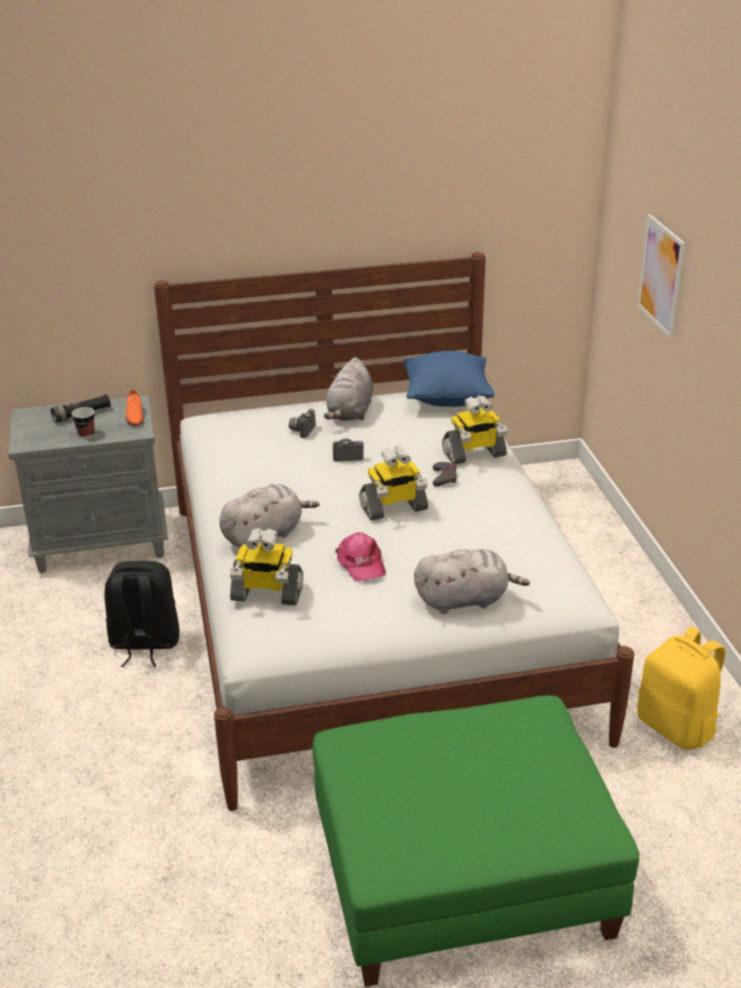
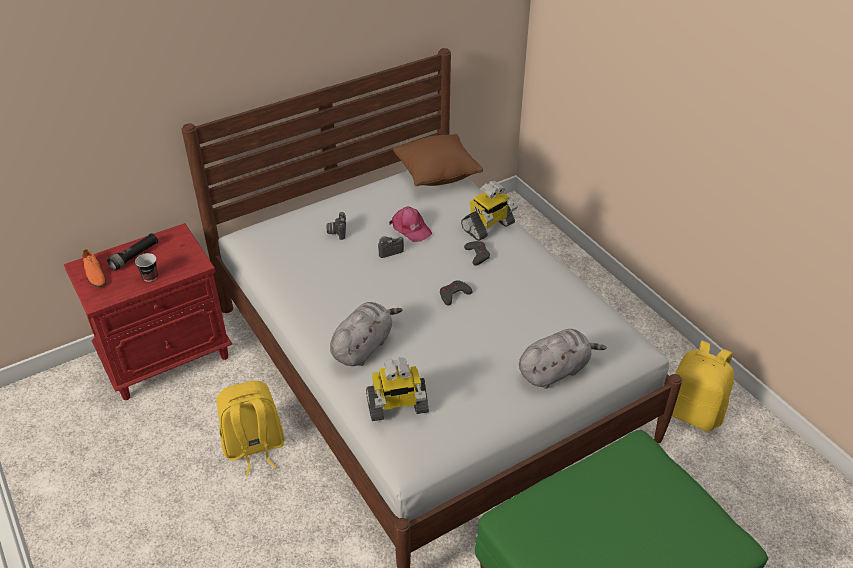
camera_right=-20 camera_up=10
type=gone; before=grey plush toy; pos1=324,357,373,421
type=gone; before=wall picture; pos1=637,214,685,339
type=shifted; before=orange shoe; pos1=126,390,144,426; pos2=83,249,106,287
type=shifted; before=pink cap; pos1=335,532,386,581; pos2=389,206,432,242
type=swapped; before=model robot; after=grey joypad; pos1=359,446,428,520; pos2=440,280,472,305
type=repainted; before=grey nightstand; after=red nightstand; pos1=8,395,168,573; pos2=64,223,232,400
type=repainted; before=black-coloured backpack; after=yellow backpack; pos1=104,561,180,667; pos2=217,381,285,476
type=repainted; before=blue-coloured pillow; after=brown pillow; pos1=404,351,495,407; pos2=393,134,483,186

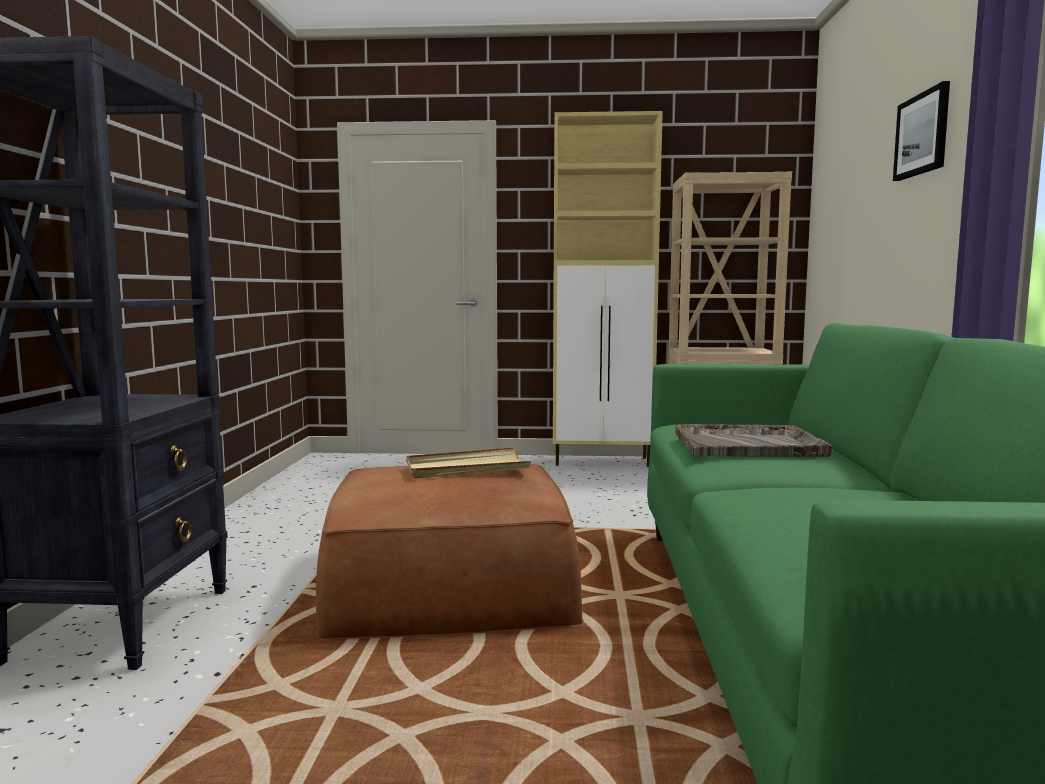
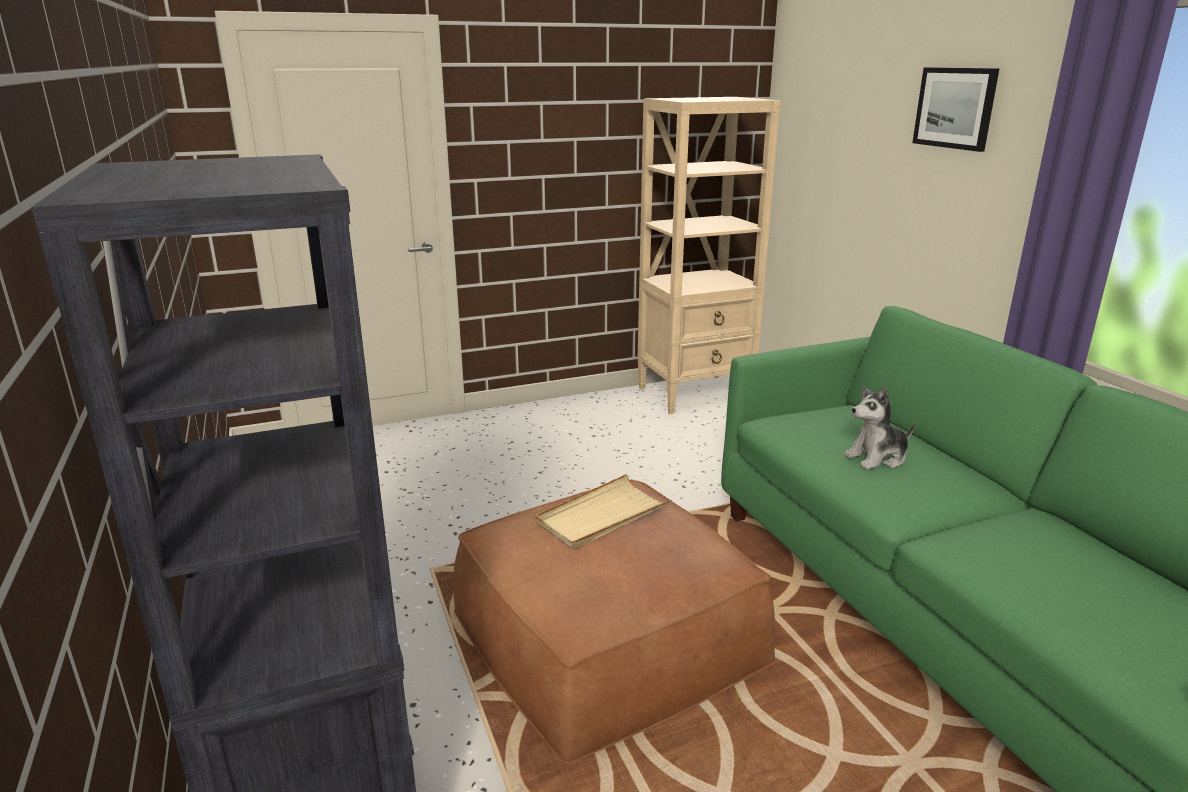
camera_right=-25 camera_up=15
type=gone; before=sand-coloured cabinet; pos1=553,111,663,467
type=swapped; before=grey serving tray; after=plush toy; pos1=675,424,832,457; pos2=844,386,915,470

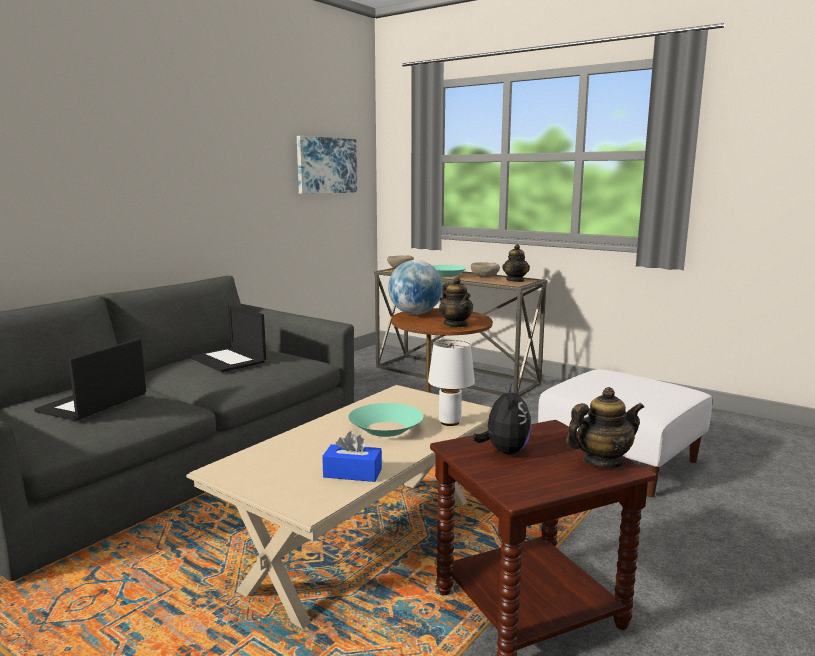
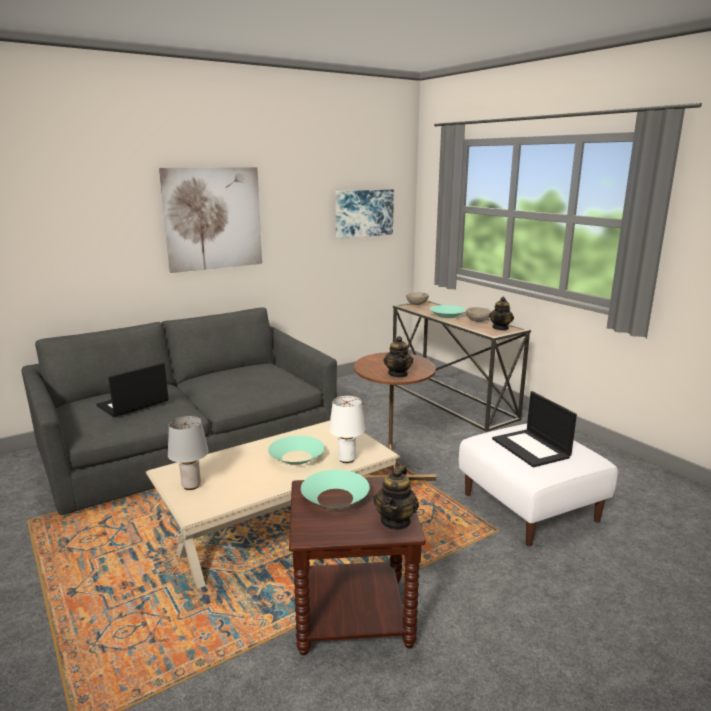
camera_right=20 camera_up=5
type=gone; before=blue-coloured box of tissues; pos1=322,431,382,482
type=gone; before=world globe; pos1=388,260,442,315
type=new; after=wall picture; pos2=159,167,262,273
type=new; after=grey table lamp; pos2=168,416,209,490
type=shifted; before=notebook computer; pos1=189,305,266,372; pos2=492,391,577,467
type=swapped; before=plush toy; after=blue-green bowl; pos1=472,384,532,454; pos2=301,470,370,508
type=rotated; before=pot for tea; pos1=566,387,644,468; pos2=374,465,419,530; turn=105

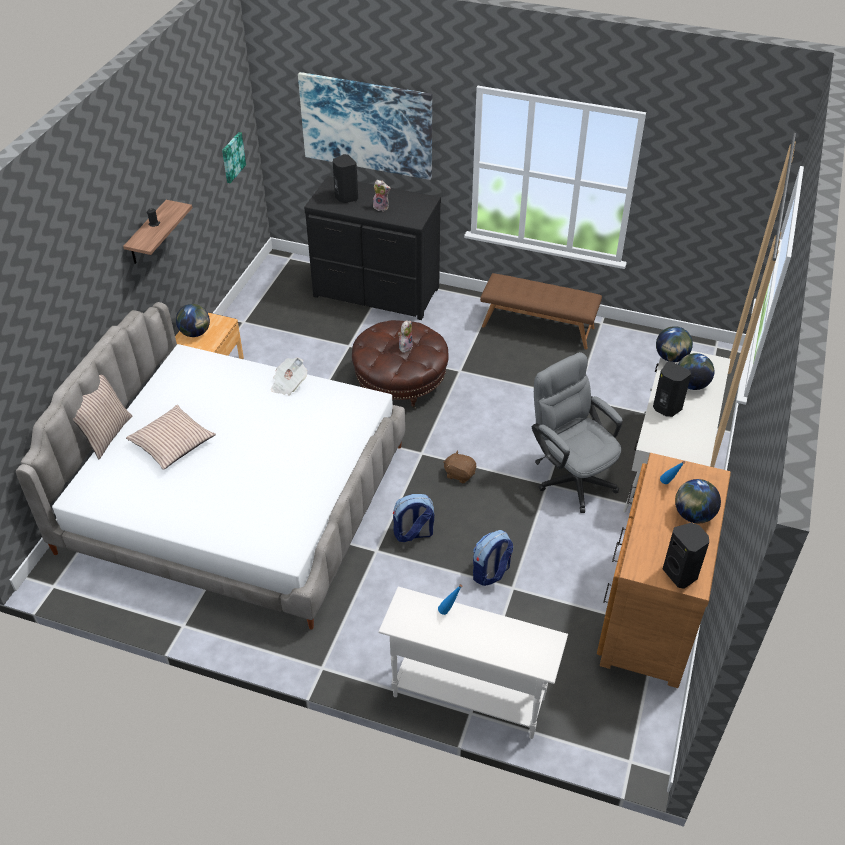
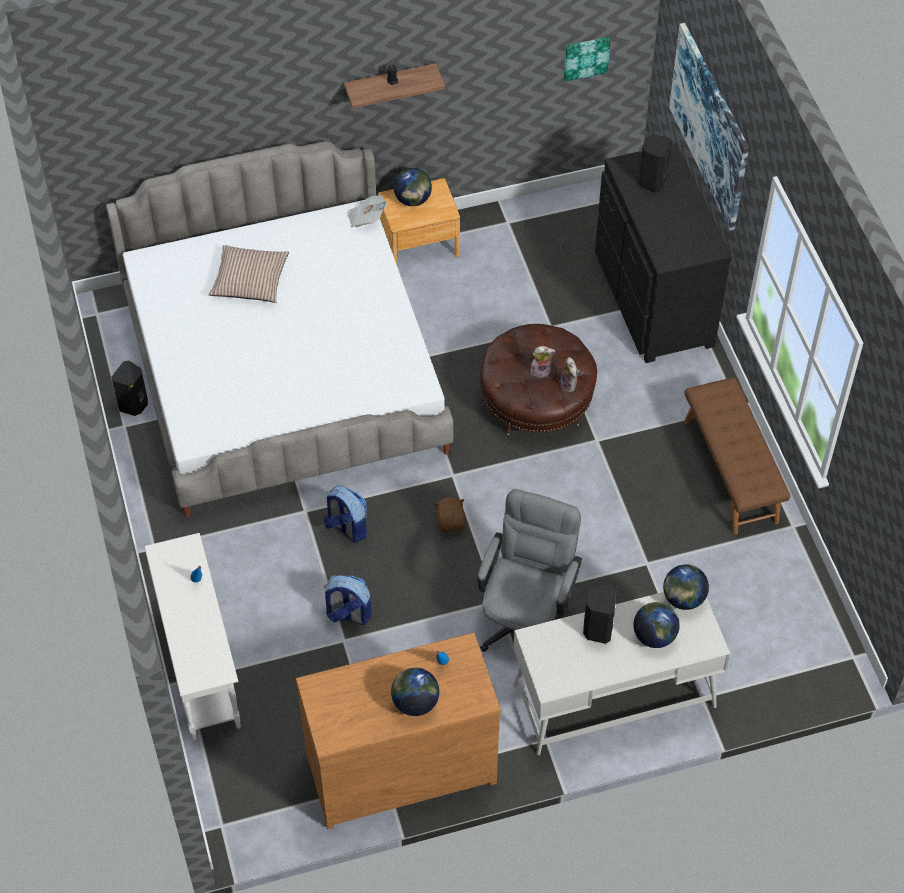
camera_right=55 camera_up=10
type=gone; before=pillow; pos1=73,375,132,459
type=shifted; before=newspaper; pos1=271,358,307,396; pos2=347,195,387,228
type=shifted; before=plush toy; pos1=373,180,391,211; pos2=561,357,580,392
type=shifted; before=black-coloured loudspeaker; pos1=663,522,709,589; pos2=111,360,148,416

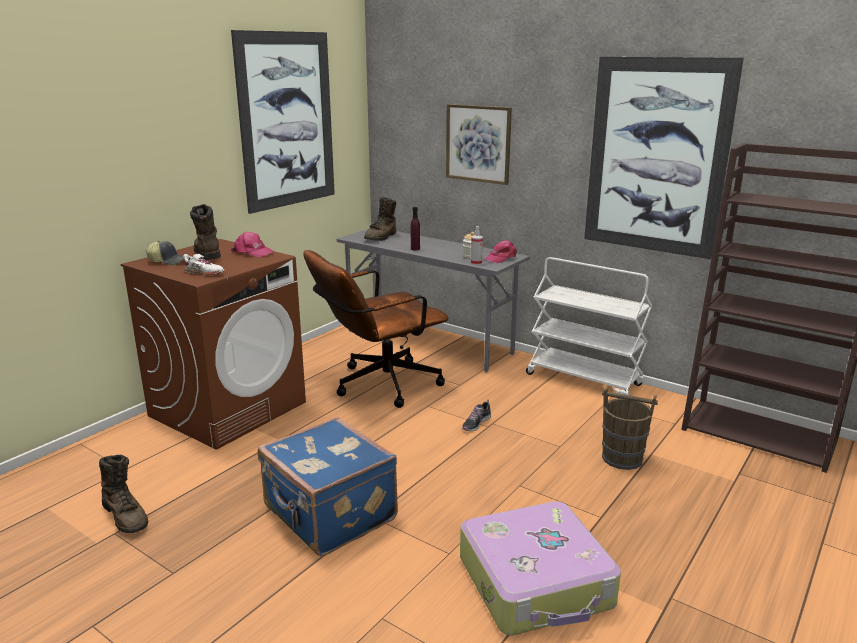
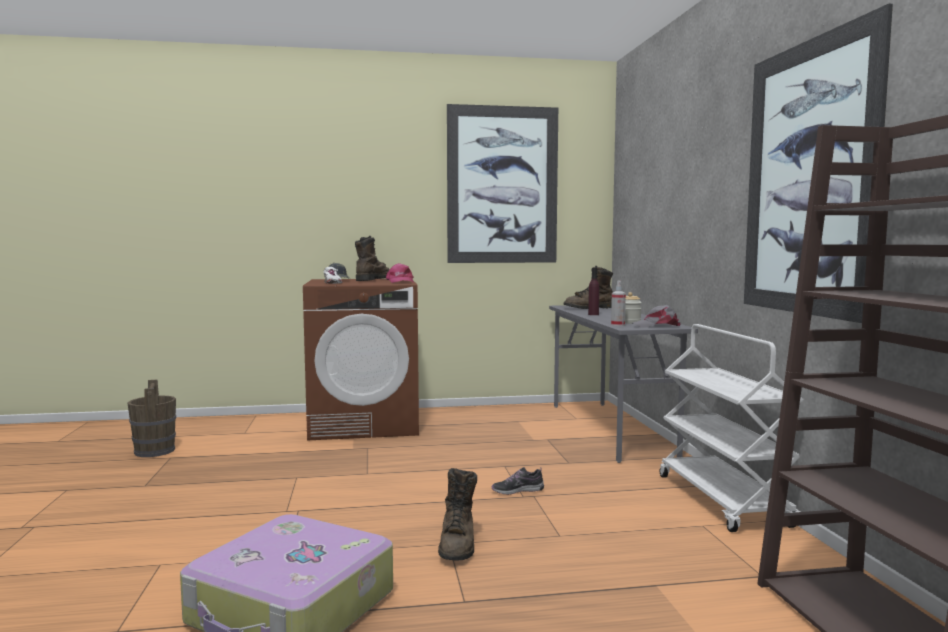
camera_right=45 camera_up=-15
type=gone; before=blue-coloured travel case; pos1=258,417,398,556
type=gone; before=brown desk chair; pos1=303,250,448,408
type=gone; before=wall picture; pos1=446,104,512,185
type=shifted; before=brown boot; pos1=99,455,148,533; pos2=438,468,477,561
type=shifted; before=brown pail; pos1=602,387,658,470; pos2=127,379,176,457
type=repainted; before=pink cap; after=grey cap; pos1=484,240,517,263; pos2=632,305,680,328

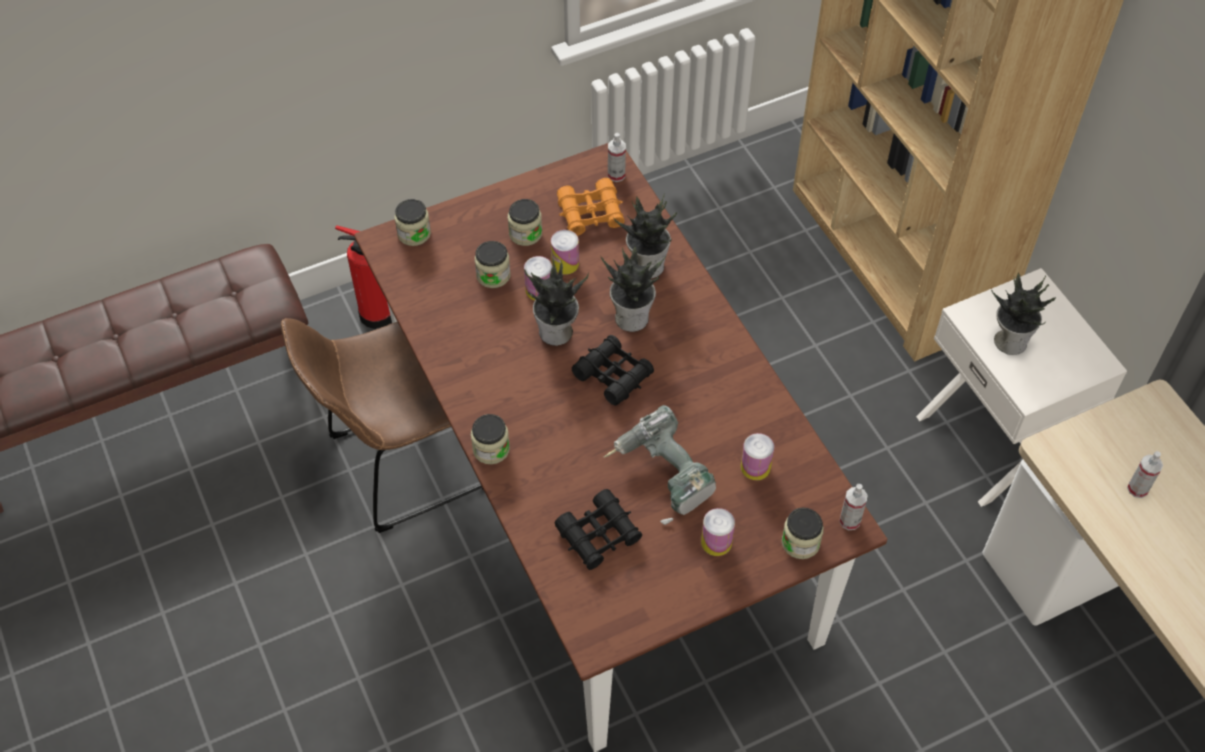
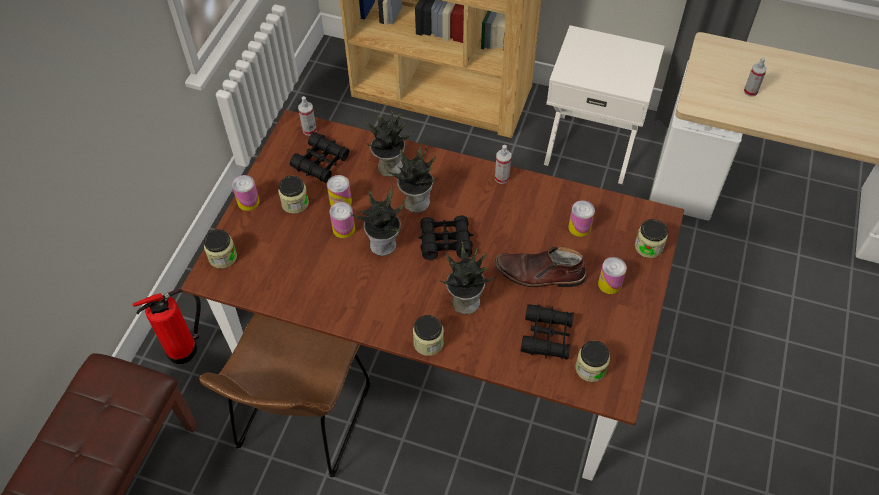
camera_right=-45 camera_up=0
type=new; after=sealed can; pos2=232,175,260,211
type=shifted; before=preserve jar; pos1=475,241,510,288; pos2=575,341,610,382
type=shifted; before=spray bottle; pos1=839,484,868,530; pos2=495,145,511,184
type=shifted; before=potted plant; pos1=991,273,1056,355; pos2=440,241,496,314
type=swapped; before=power drill; after=brown boot; pos1=604,405,716,525; pos2=494,246,586,287
type=repainted; before=orange pair of binoculars; after=black-coloured pair of binoculars; pos1=557,178,625,236; pos2=290,132,349,183

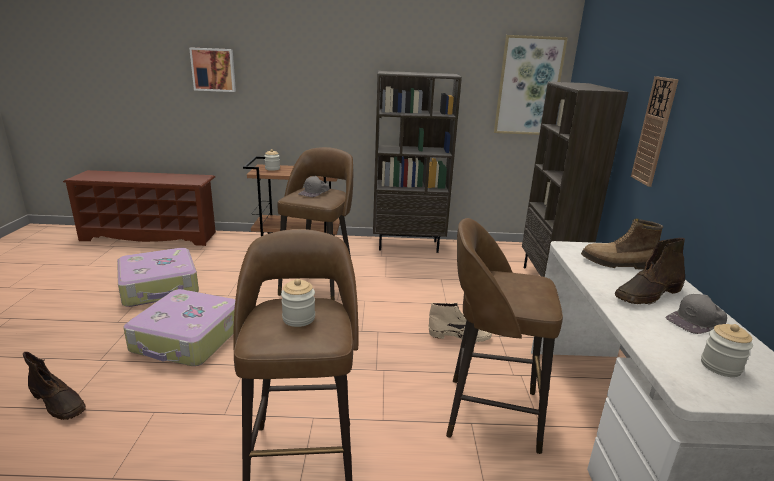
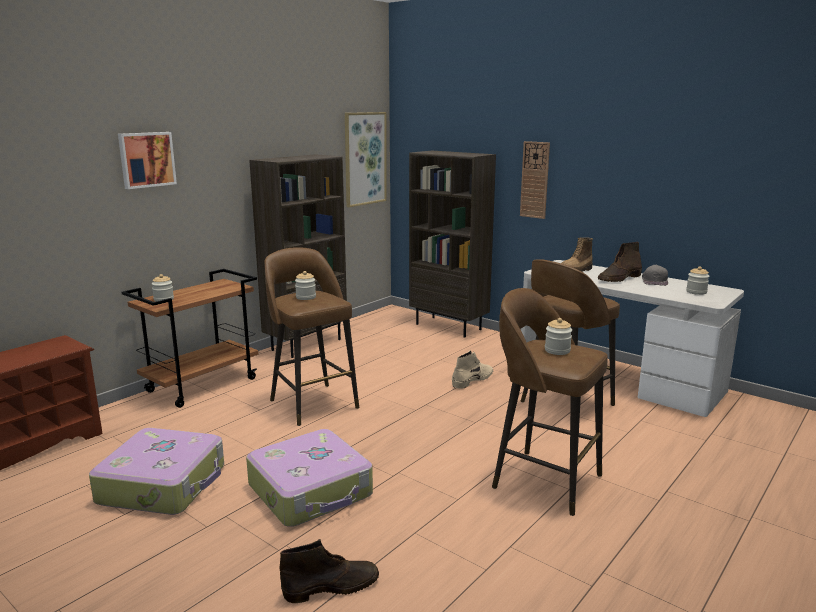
camera_right=-50 camera_up=-5
type=shifted; before=wall picture; pos1=189,48,236,92; pos2=118,132,177,189
type=swapped; before=grey cap; after=preserve jar; pos1=298,176,330,197; pos2=295,271,316,300
type=rotated; before=brown boot; pos1=615,238,685,304; pos2=598,242,642,282; turn=45

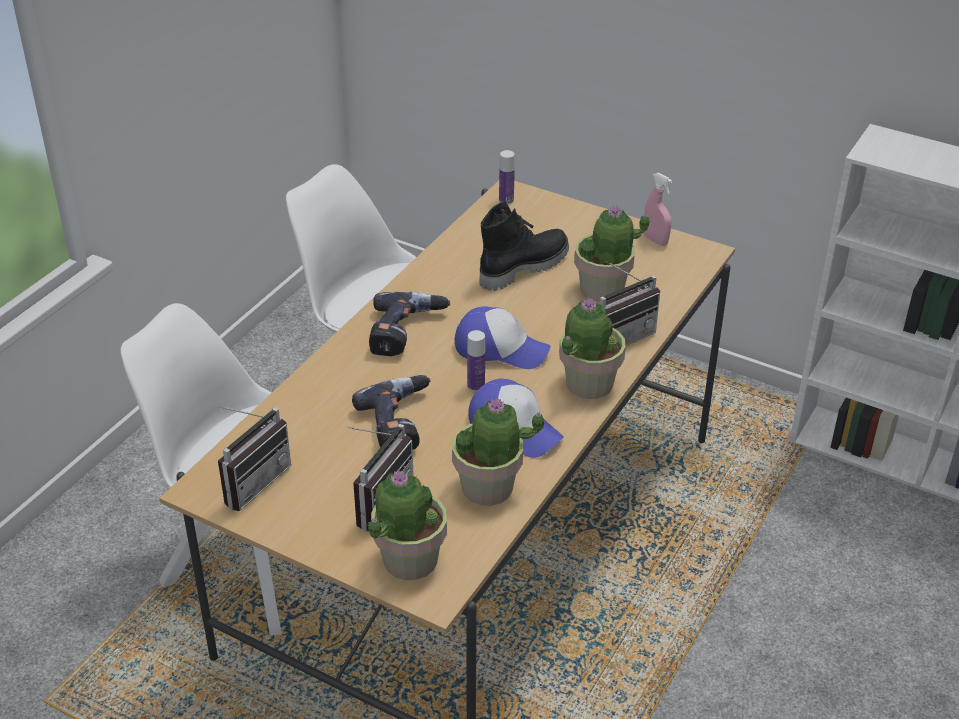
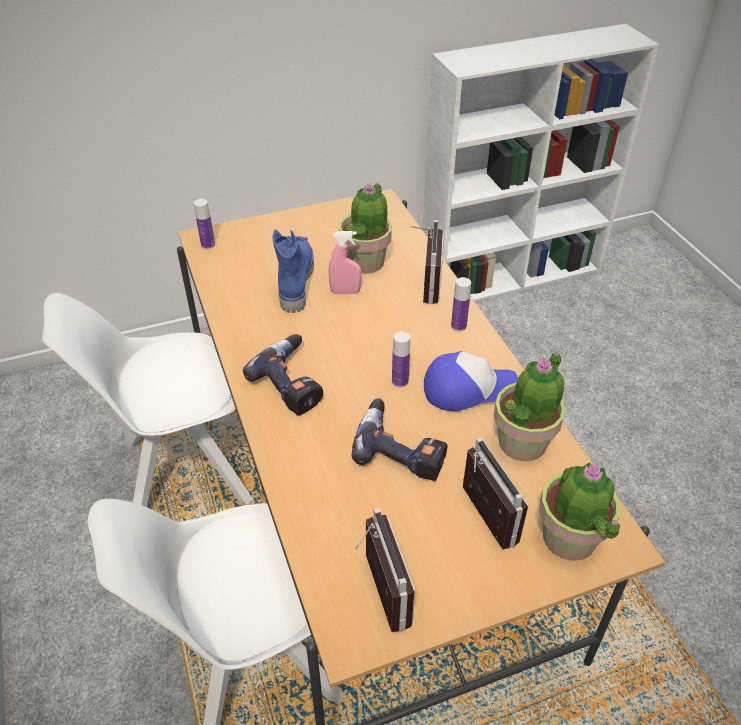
camera_right=-50 camera_up=5
type=gone; before=cap; pos1=454,307,551,369
type=shifted; before=pink spray bottle; pos1=644,173,673,246; pos2=329,231,362,294
type=swapped; before=potted plant; after=bottle; pos1=559,297,626,399; pos2=451,277,471,331
type=repainted; before=black-coloured boot; after=blue-coloured boot; pos1=480,201,569,291; pos2=273,229,314,313

